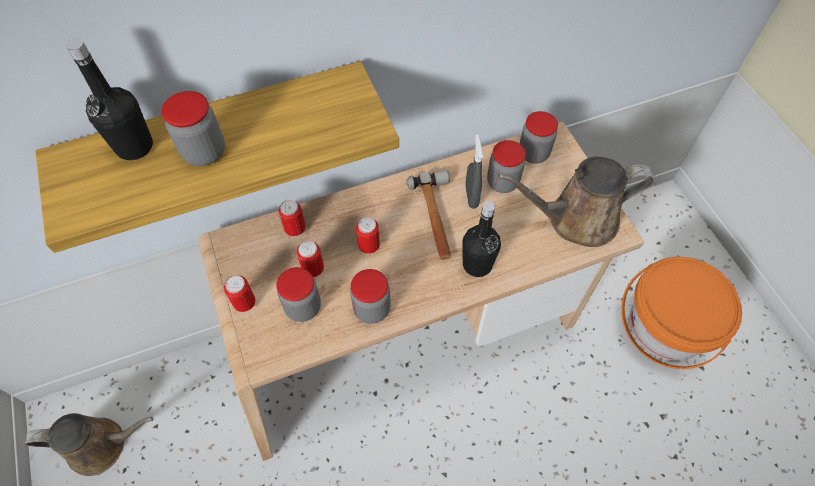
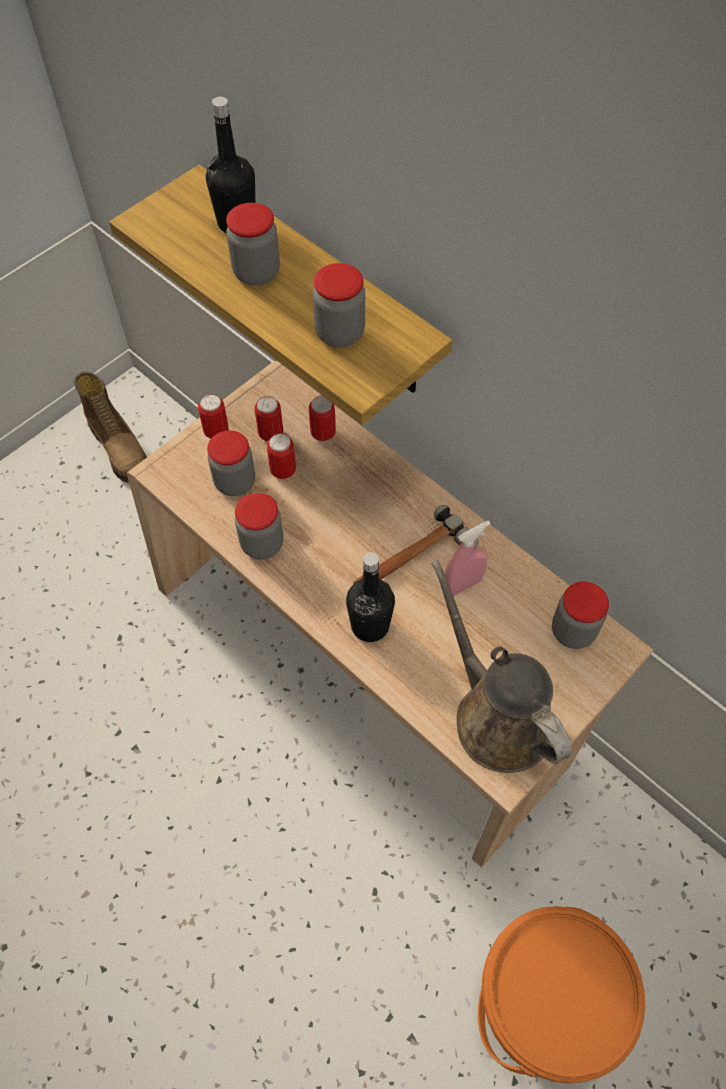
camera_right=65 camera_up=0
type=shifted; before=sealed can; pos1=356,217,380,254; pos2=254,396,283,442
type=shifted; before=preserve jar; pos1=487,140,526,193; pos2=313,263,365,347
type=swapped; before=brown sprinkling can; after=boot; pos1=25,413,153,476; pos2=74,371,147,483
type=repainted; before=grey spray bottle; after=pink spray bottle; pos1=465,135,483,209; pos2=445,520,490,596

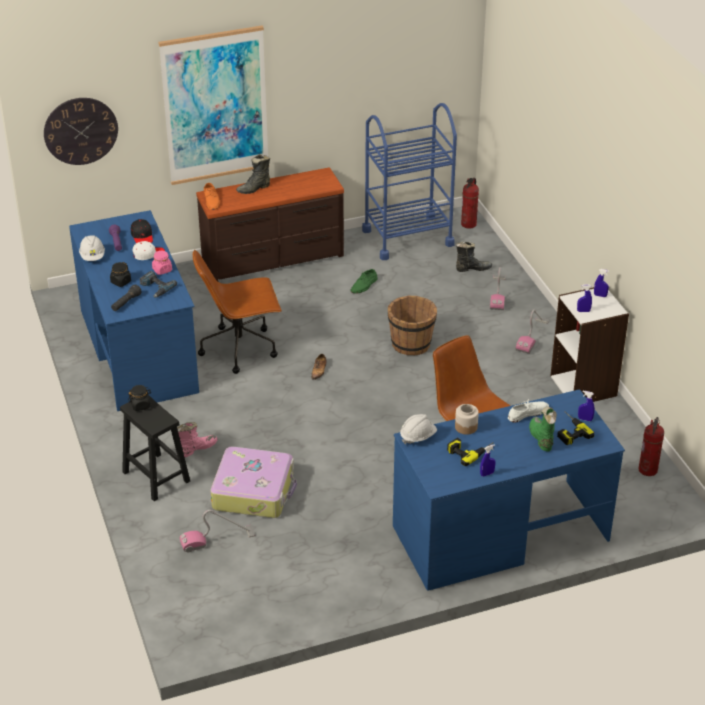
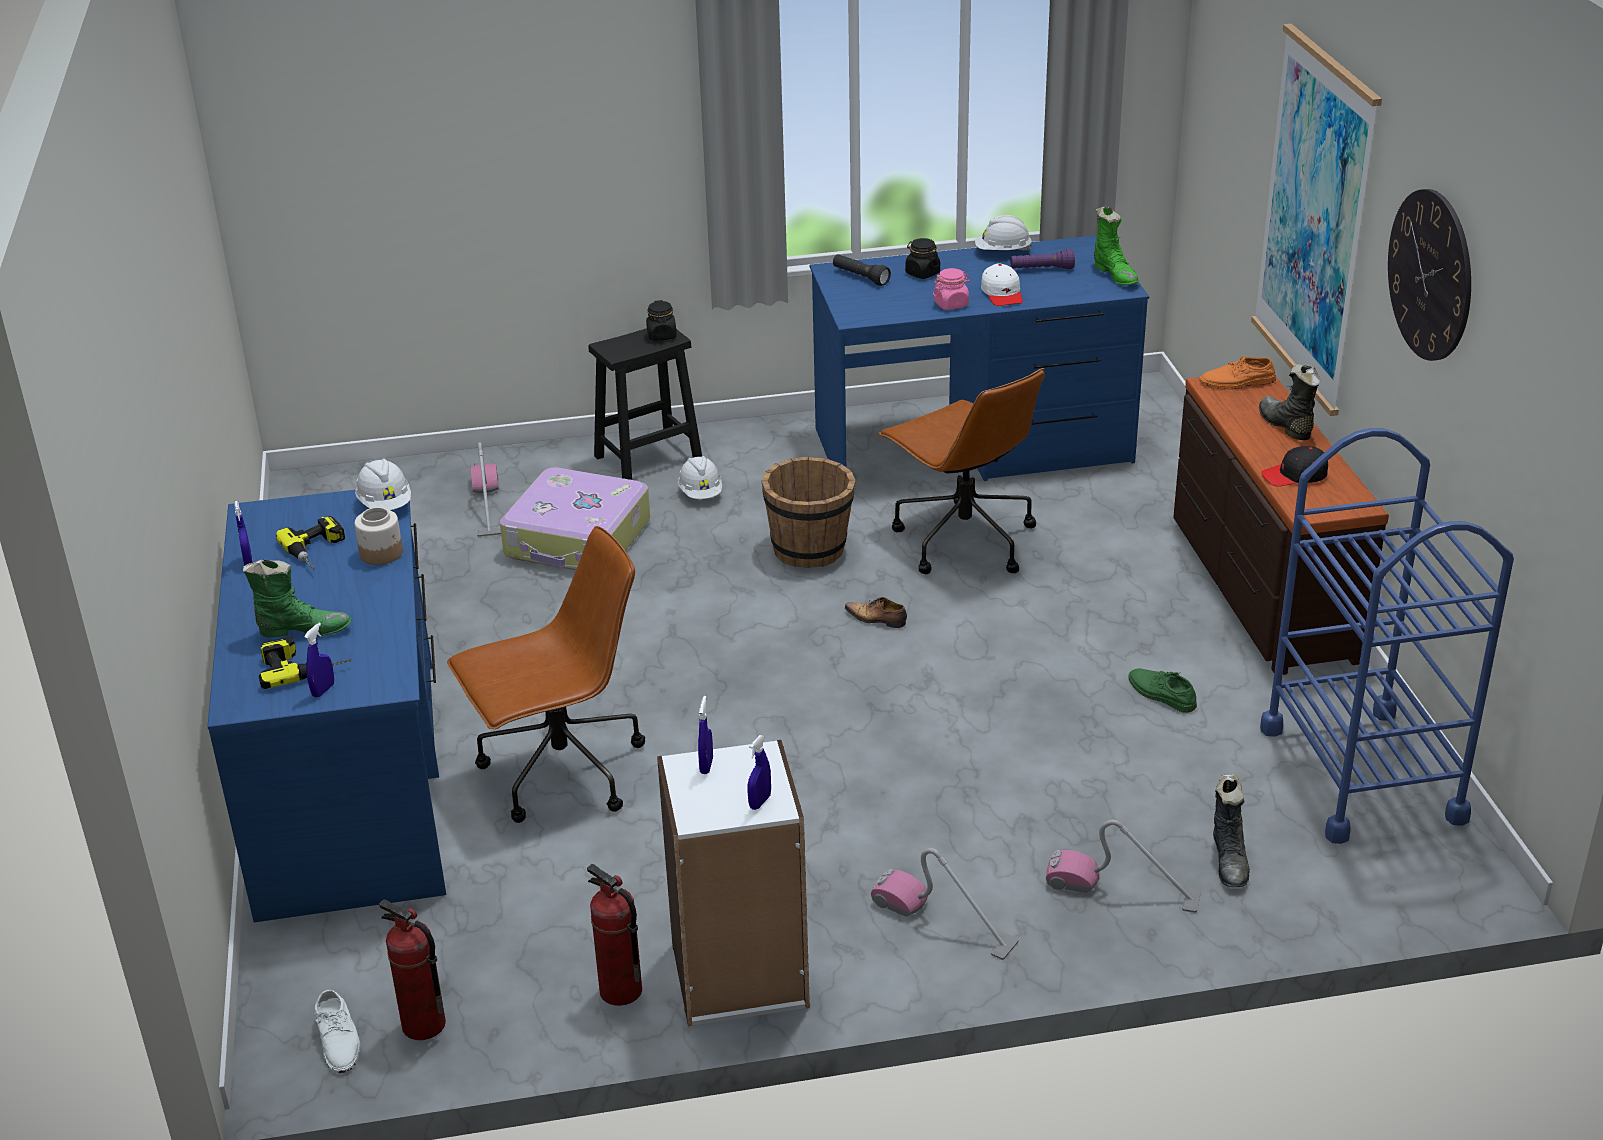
camera_right=100 camera_up=-5
type=gone; before=power drill; pos1=139,271,177,298
type=new; after=green-coloured boot; pos2=1094,206,1139,285
type=shifted; before=wall clock; pos1=44,98,118,165; pos2=1388,189,1471,361
type=shifted; before=black-coloured cap; pos1=131,219,153,243; pos2=1262,446,1328,486
type=shifted; before=brown pail; pos1=388,296,437,355; pos2=761,456,856,568
type=shifted; before=fire extinguisher; pos1=461,178,479,229; pos2=587,864,642,1006
type=shifted; before=white-coloured shoe; pos1=508,399,549,423; pos2=315,990,360,1073
type=swapped; before=pink boot; after=white-coloured work helmet; pos1=177,422,218,457; pos2=678,456,722,499
type=rotated; before=brown desk chair; pos1=193,250,282,374; pos2=878,368,1045,574; turn=150

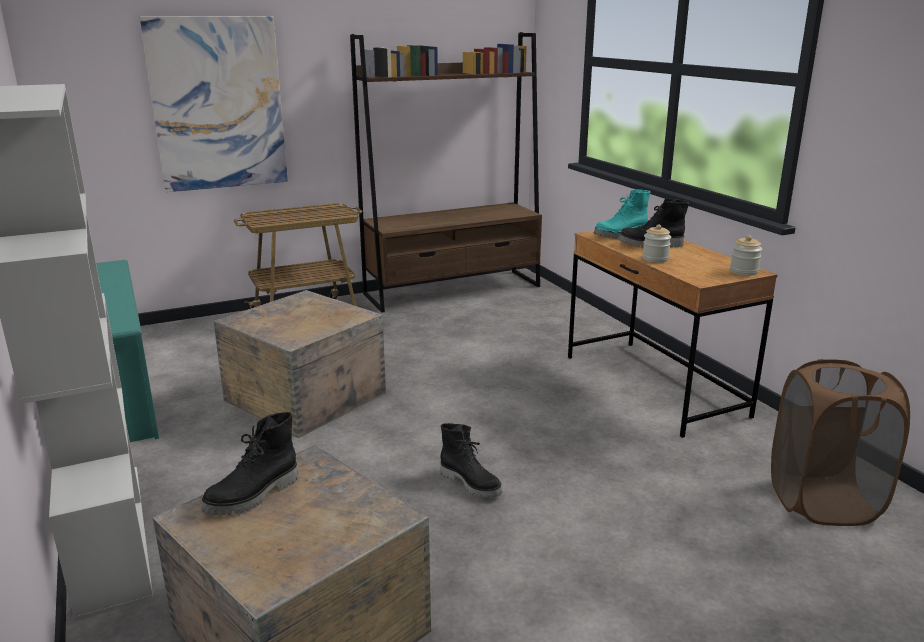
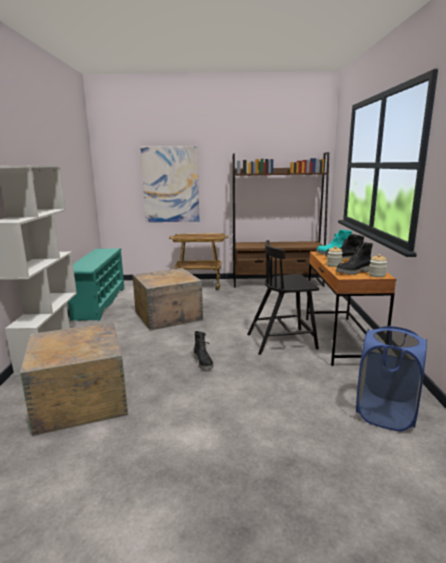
camera_right=25 camera_up=-5
type=new; after=black-coloured upright chair; pos2=247,240,319,355
type=shifted; before=black-coloured boot; pos1=201,412,298,515; pos2=336,242,373,275
type=repainted; before=brown washing basket; after=blue-coloured washing basket; pos1=771,359,910,526; pos2=356,326,427,431

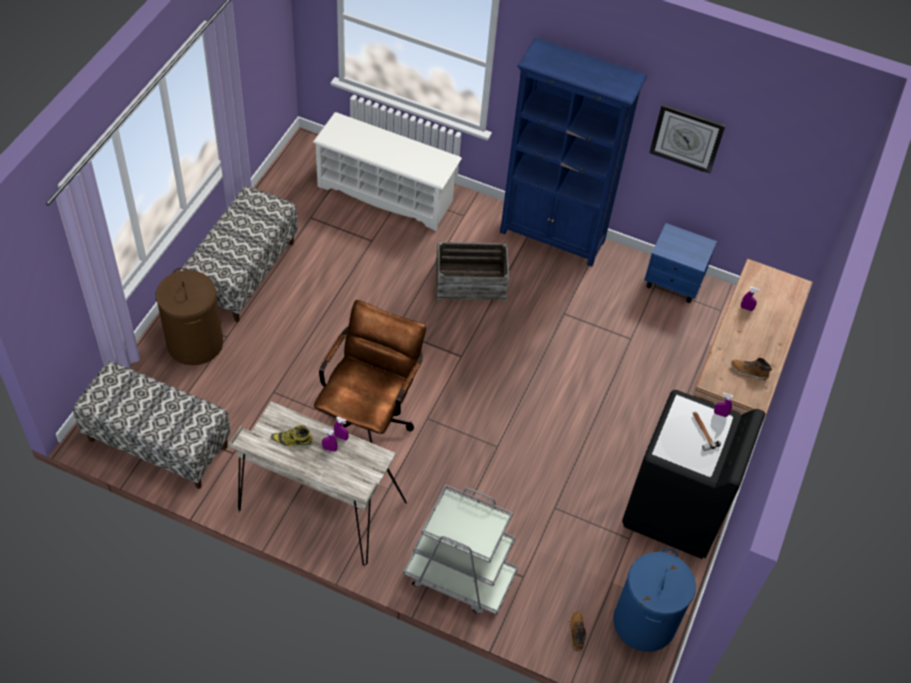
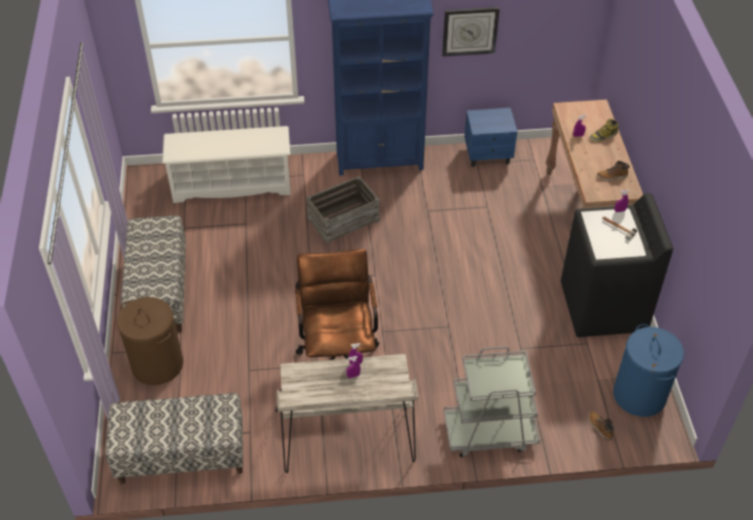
camera_right=-25 camera_up=-5
type=shifted; before=boot; pos1=270,425,313,448; pos2=590,119,618,142

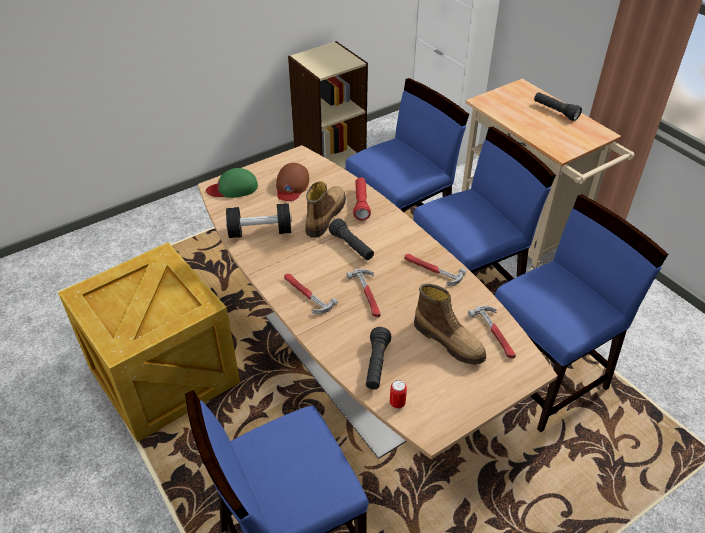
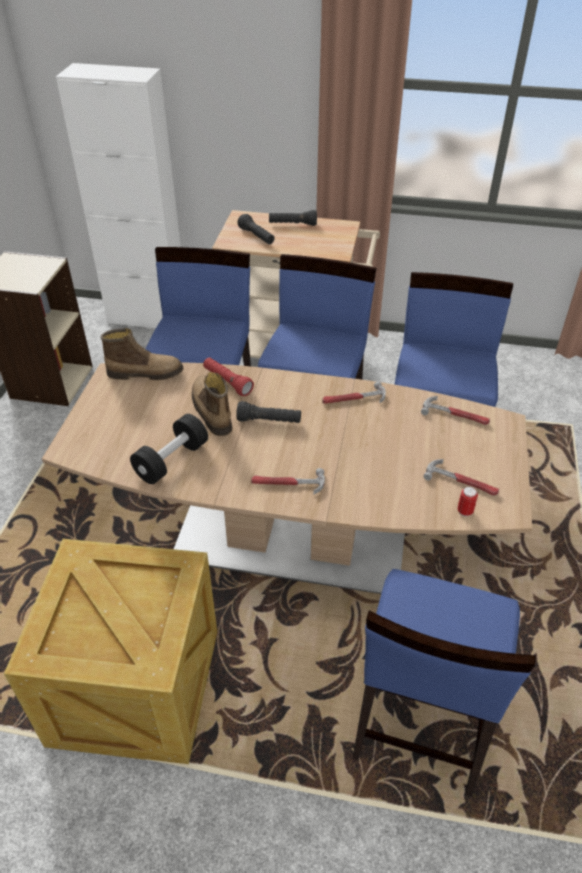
camera_right=-45 camera_up=0
type=gone; before=green-coloured cap; pos1=206,168,258,198
type=gone; before=brown cap; pos1=276,163,309,201
type=shifted; before=tool hammer; pos1=347,269,381,317; pos2=423,459,499,496
type=shifted; before=black-coloured flashlight; pos1=366,327,391,390; pos2=238,214,275,244
type=shifted; before=boot; pos1=414,284,486,365; pos2=101,328,183,380

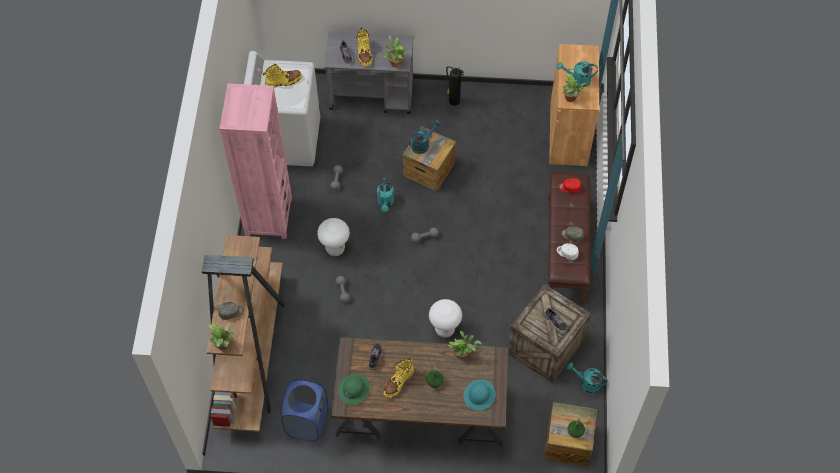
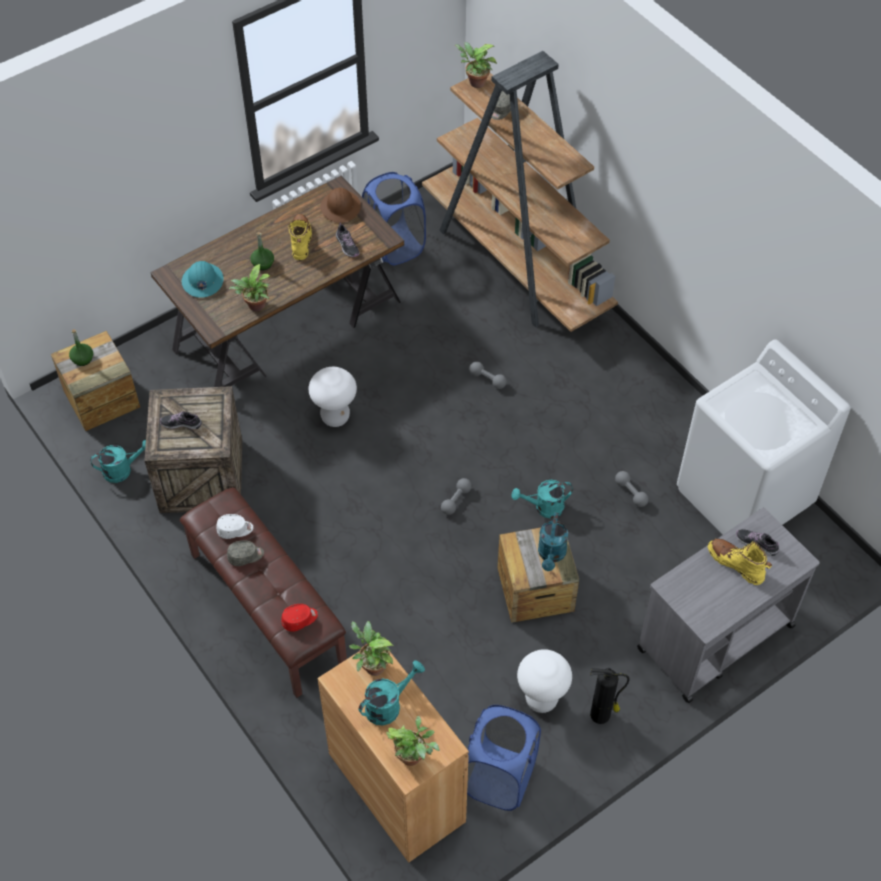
camera_right=140 camera_up=-5
type=gone; before=pink bookcase; pos1=219,84,292,239
type=gone; before=yellow boot; pos1=262,64,302,88
type=new; after=blue-coloured washing basket; pos2=467,705,541,811
type=shifted; before=white-coloured stool seat; pos1=317,218,350,256; pos2=517,649,572,713
type=shifted; before=potted plant; pos1=384,35,405,68; pos2=386,716,440,766
type=repainted; before=green-coloured work helmet; after=brown work helmet; pos1=338,374,370,405; pos2=321,187,361,223
type=rotated; before=blue-green sprinkling can; pos1=377,178,394,212; pos2=512,480,573,518; turn=-60

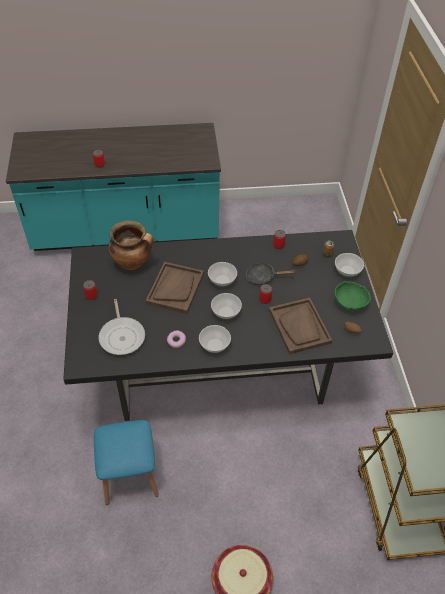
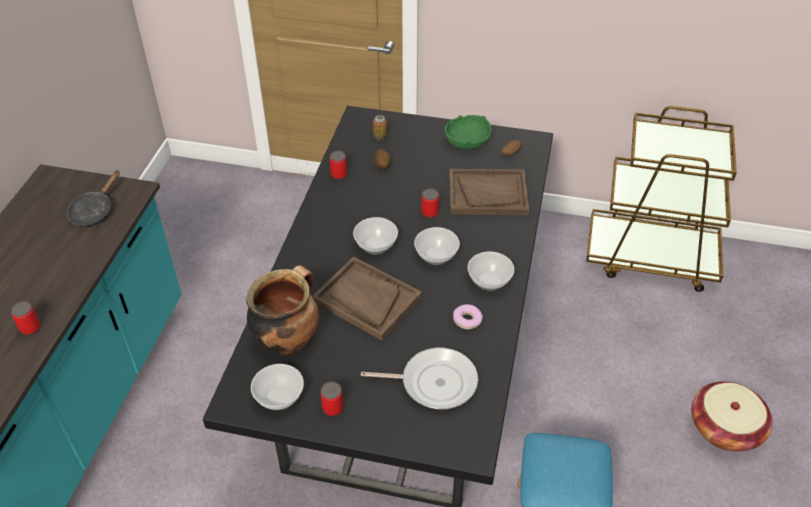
camera_right=-70 camera_up=-5
type=shifted; before=black-coloured frying pan; pos1=246,263,295,285; pos2=67,171,120,227
type=shifted; before=bowl; pos1=335,253,364,278; pos2=251,364,304,410

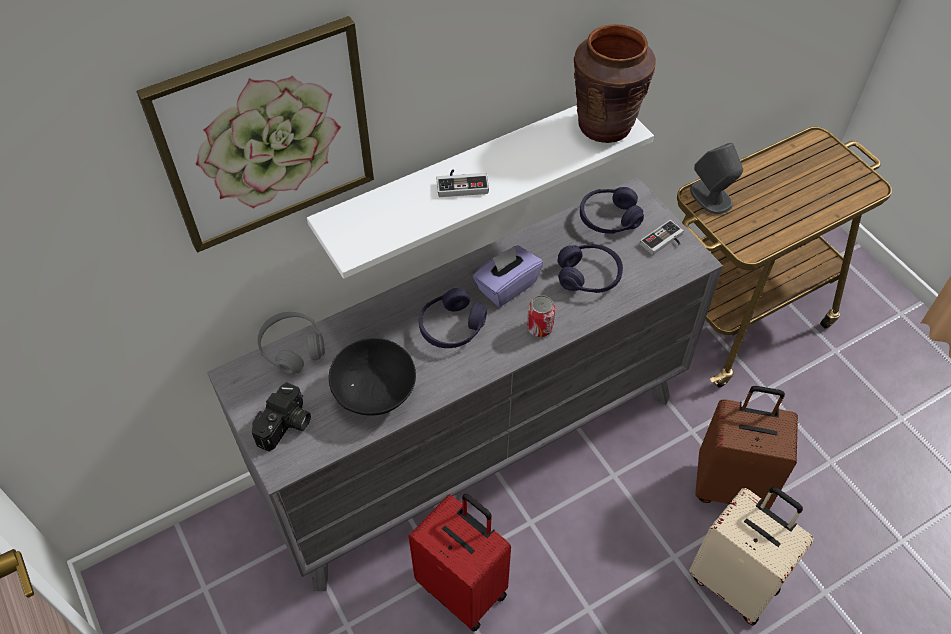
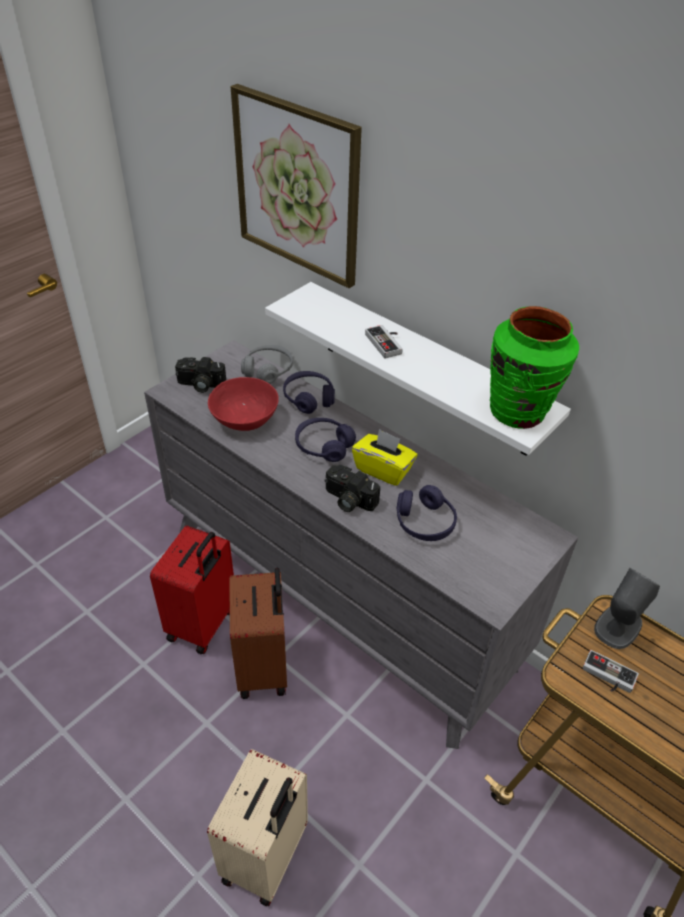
camera_right=70 camera_up=-10
type=shifted; before=purple-coloured headphones; pos1=580,187,644,234; pos2=283,371,335,414
type=shifted; before=joypad; pos1=640,220,684,255; pos2=583,650,639,693
type=shifted; before=brown travel case; pos1=695,386,798,510; pos2=230,568,287,699
type=swapped; before=sealed can; after=photo camera; pos1=527,295,555,337; pos2=325,465,380,512
type=repainted; before=black-coloured bowl; after=red bowl; pos1=329,338,416,416; pos2=208,377,279,431
type=repainted; before=purple-coloured box of tissues; after=yellow box of tissues; pos1=473,245,543,307; pos2=352,429,417,486
type=repainted; before=brown decorative vase; after=green-coloured decorative vase; pos1=574,24,656,143; pos2=490,306,579,429

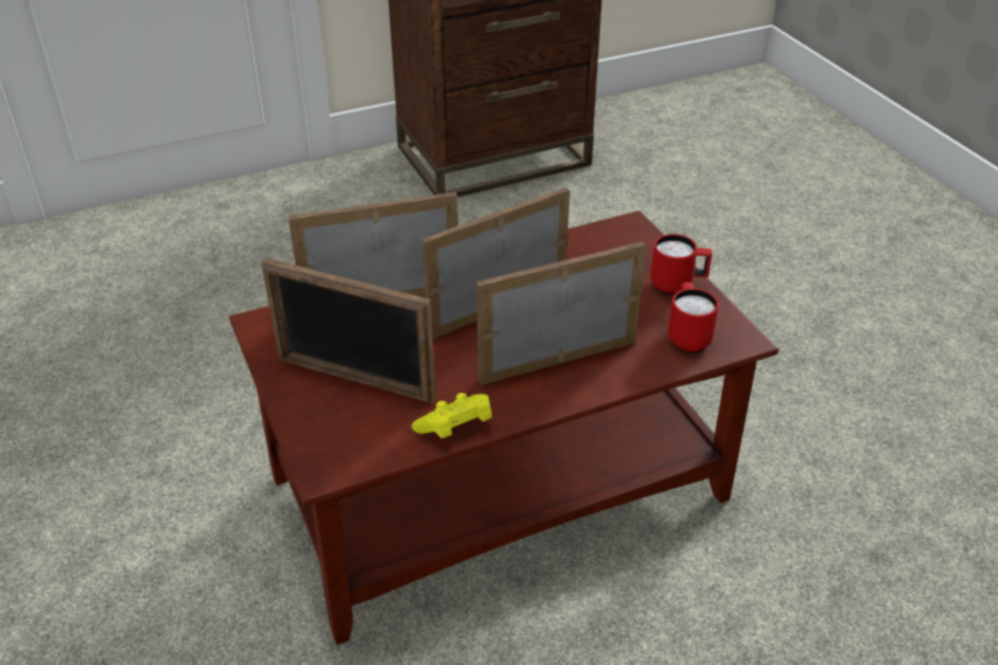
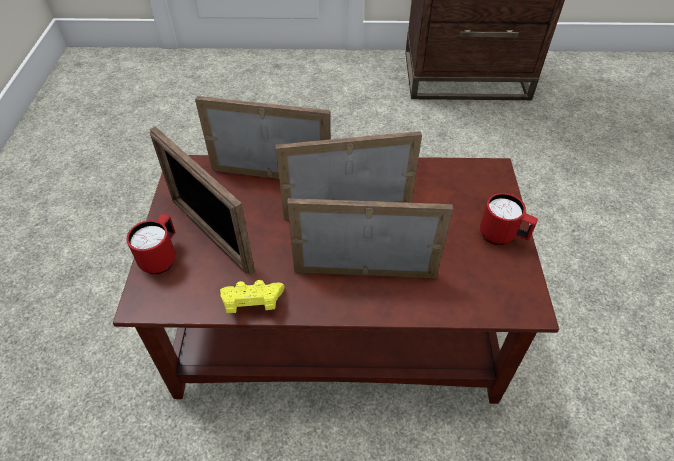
camera_right=25 camera_up=10
type=shifted; before=red mug; pos1=668,282,719,353; pos2=126,214,176,274

